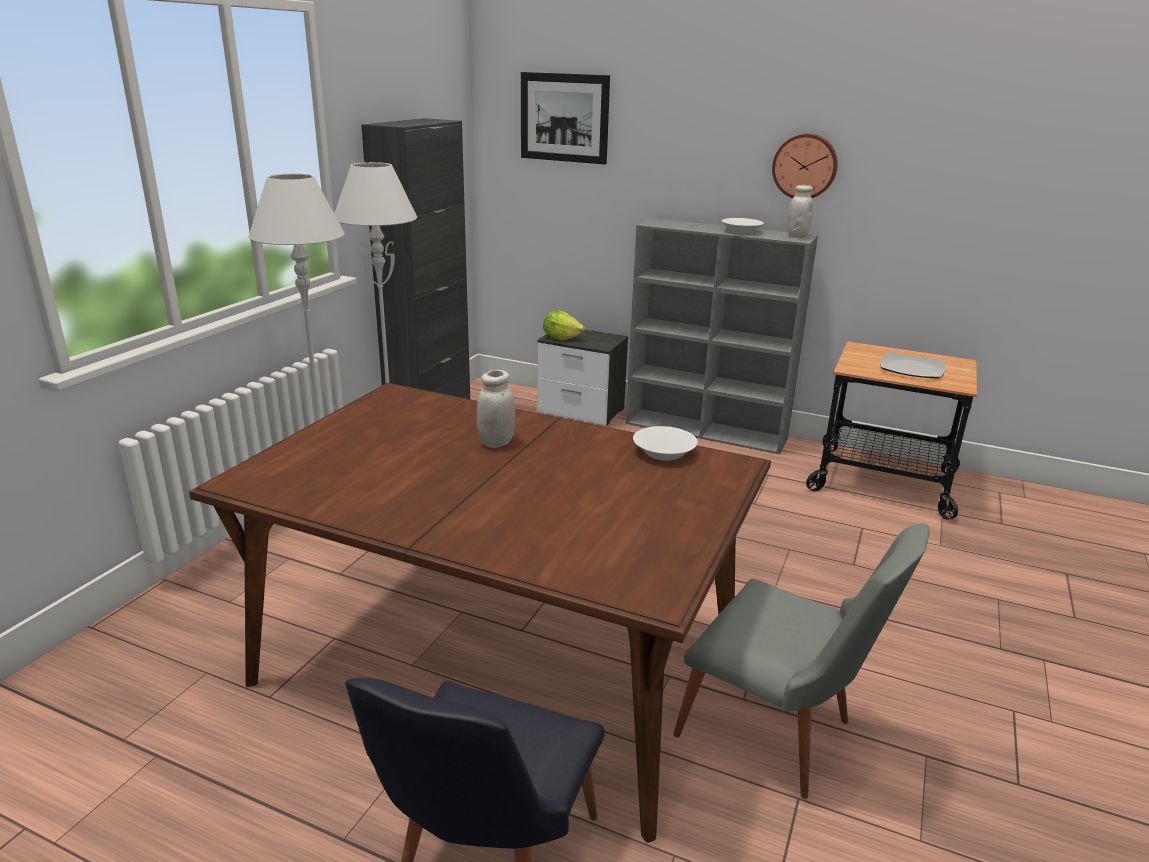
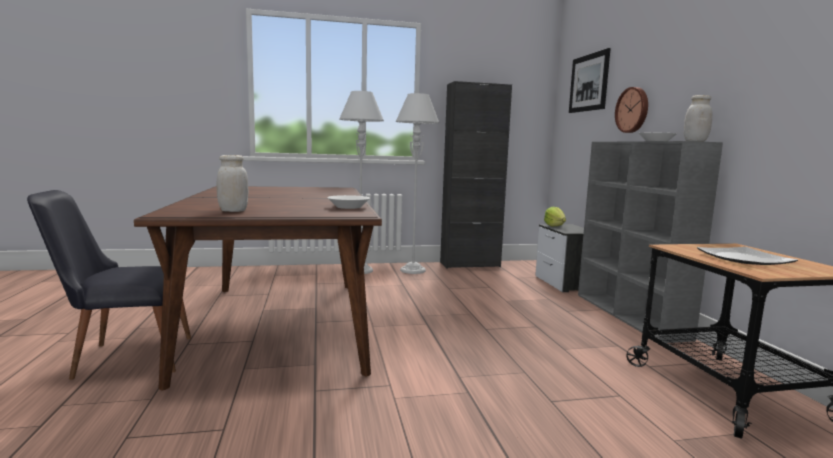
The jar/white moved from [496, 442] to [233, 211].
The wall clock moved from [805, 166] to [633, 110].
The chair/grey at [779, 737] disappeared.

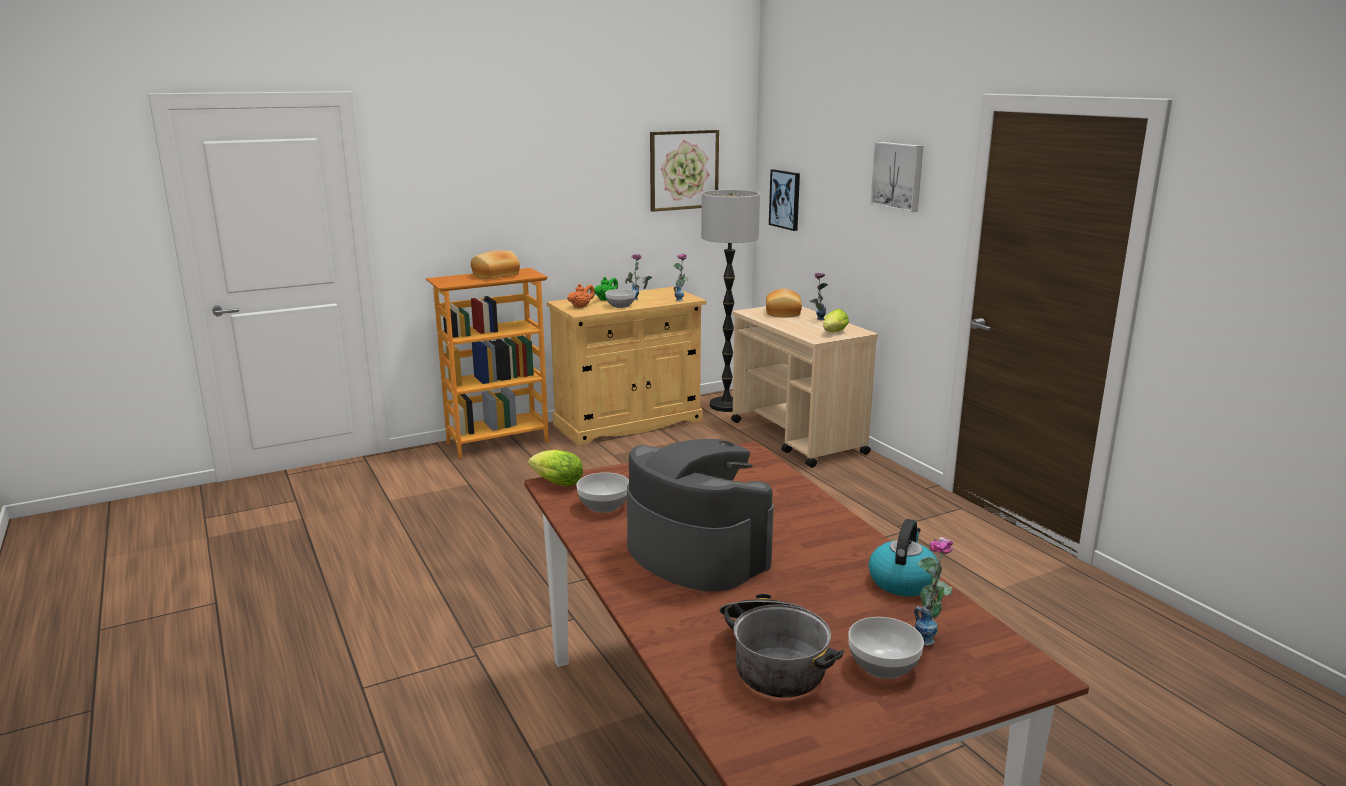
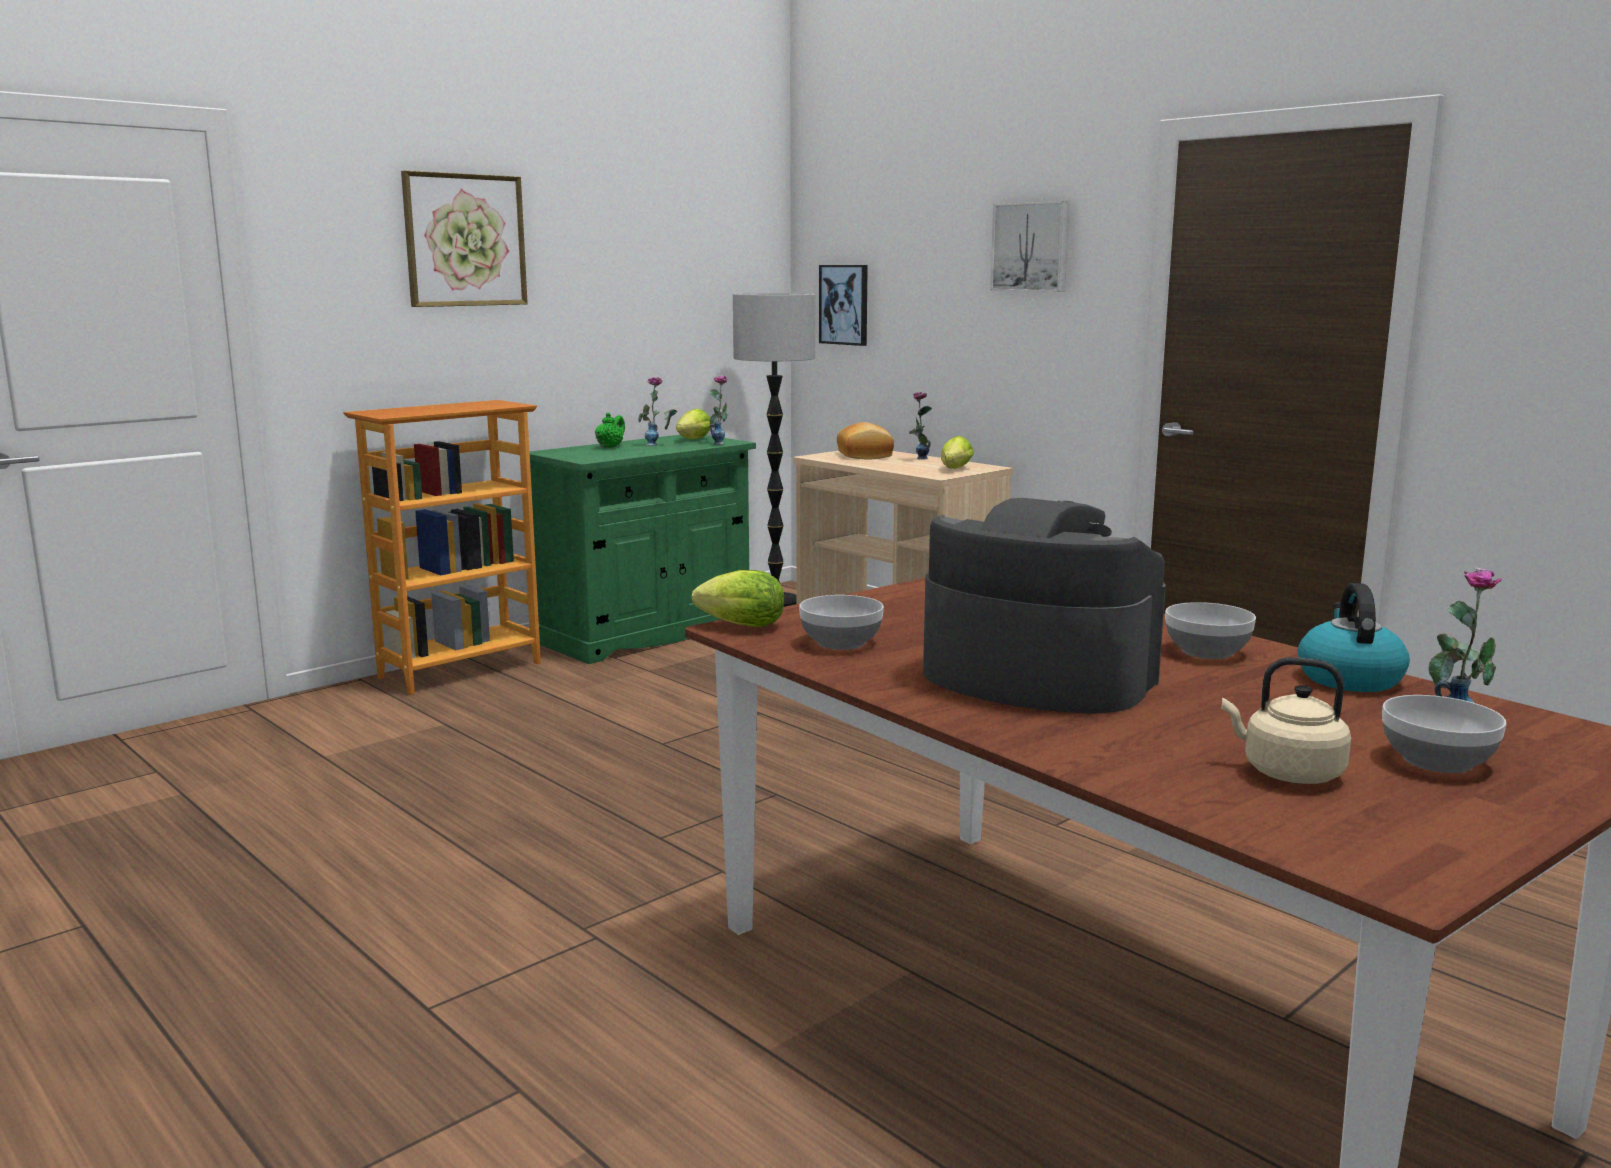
The picture moved from [683, 170] to [465, 240].
The cabinet/beige at [628, 422] became the cabinet/green at [647, 632].
The lettuce at [692, 440] appeared.
The bowl moved from [620, 306] to [1206, 652].
The cooking pot at [774, 661] was replaced by the kettle/beige at [1287, 773].
The bread at [496, 275] disappeared.
The teapot/orange at [581, 307] disappeared.

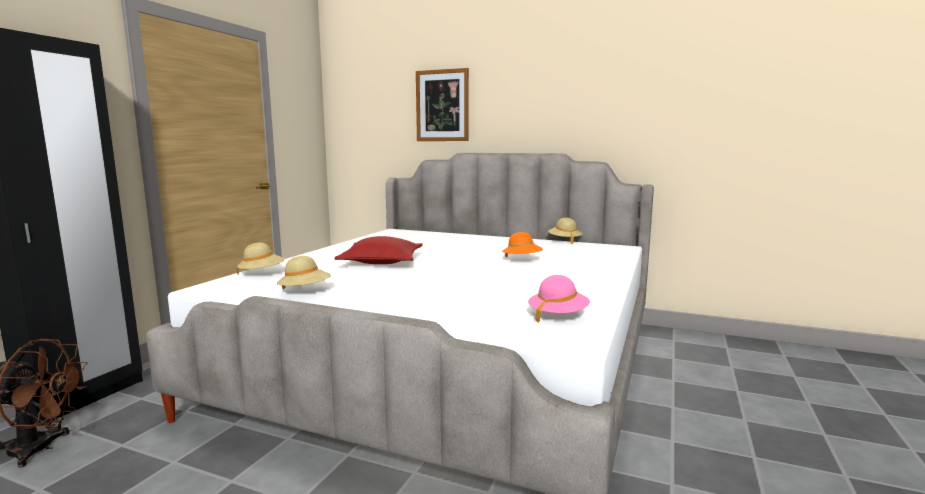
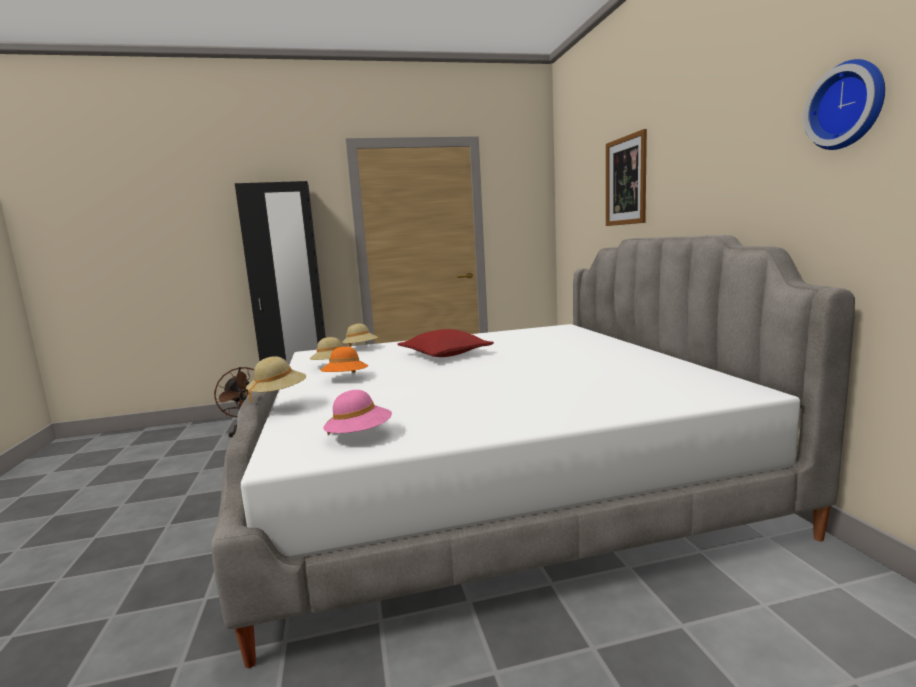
The hat/beige moved from [564, 241] to [278, 395].
The hat/orange moved from [522, 260] to [346, 379].
The wall clock at [848, 106] appeared.

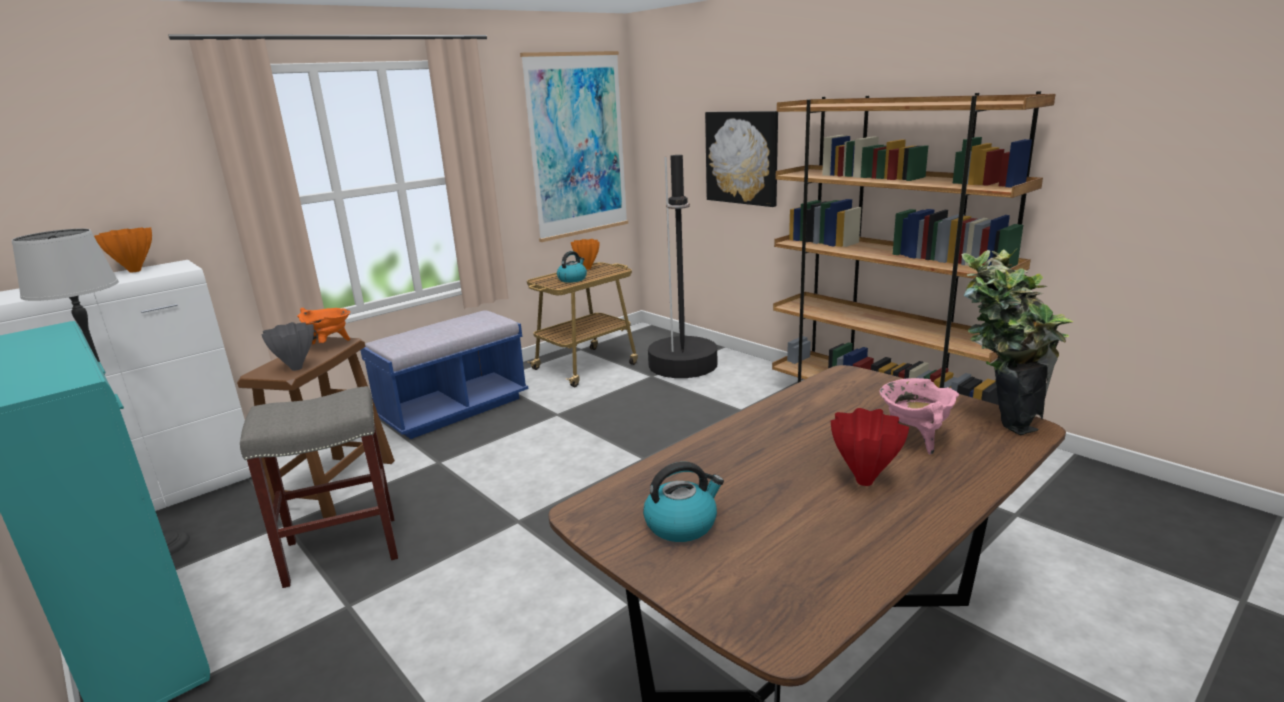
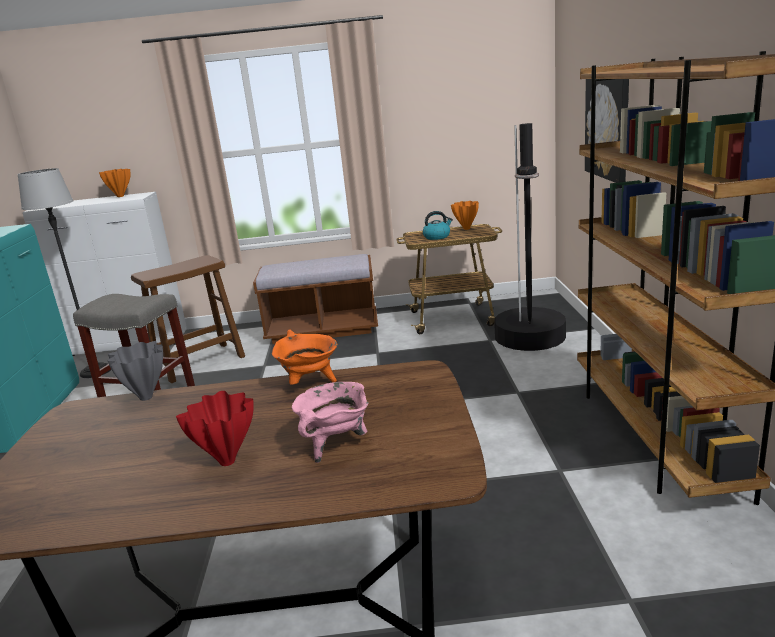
The vase/grey moved from [297, 368] to [147, 397].
The bench/blue at [454, 409] became the bench/brown at [323, 330].
The cooking pot/orange moved from [329, 345] to [310, 384].
The picture at [577, 146] disappeared.
The kettle at [682, 524] disappeared.
The potted plant at [996, 418] disappeared.

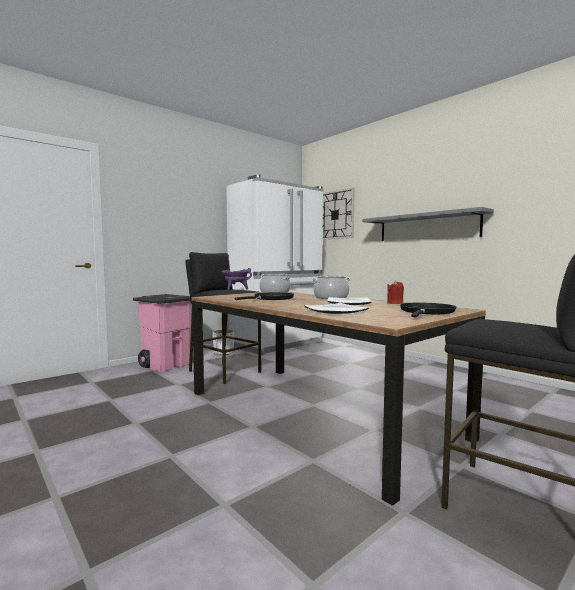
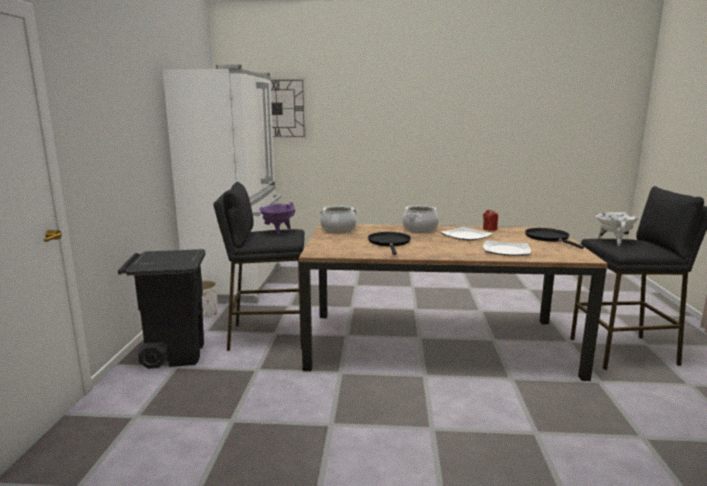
The trash can/pink at [166, 365] became the trash can/black at [174, 354].
The cooking pot/white at [613, 241] appeared.
The shelf/grey at [427, 227] disappeared.

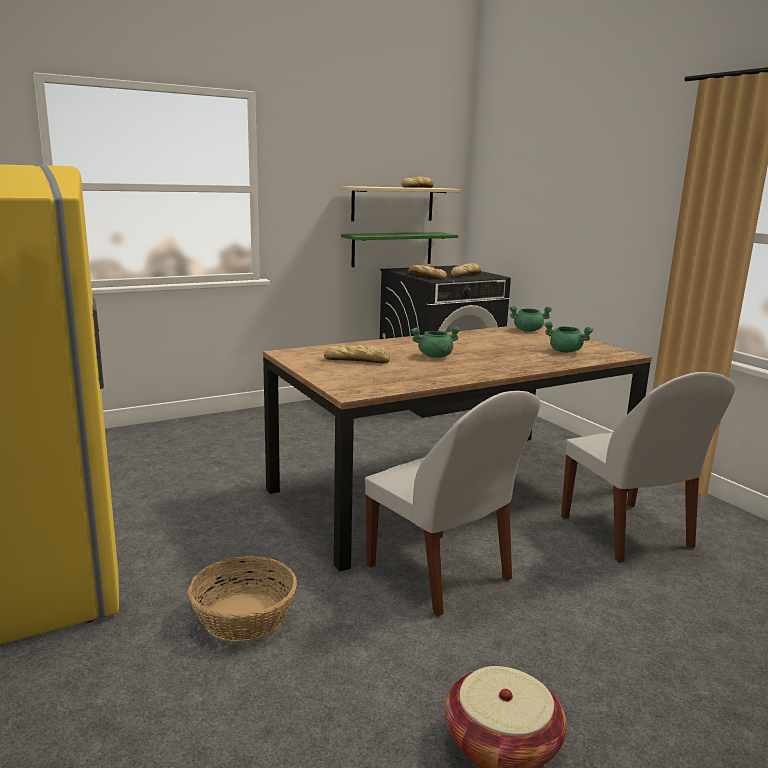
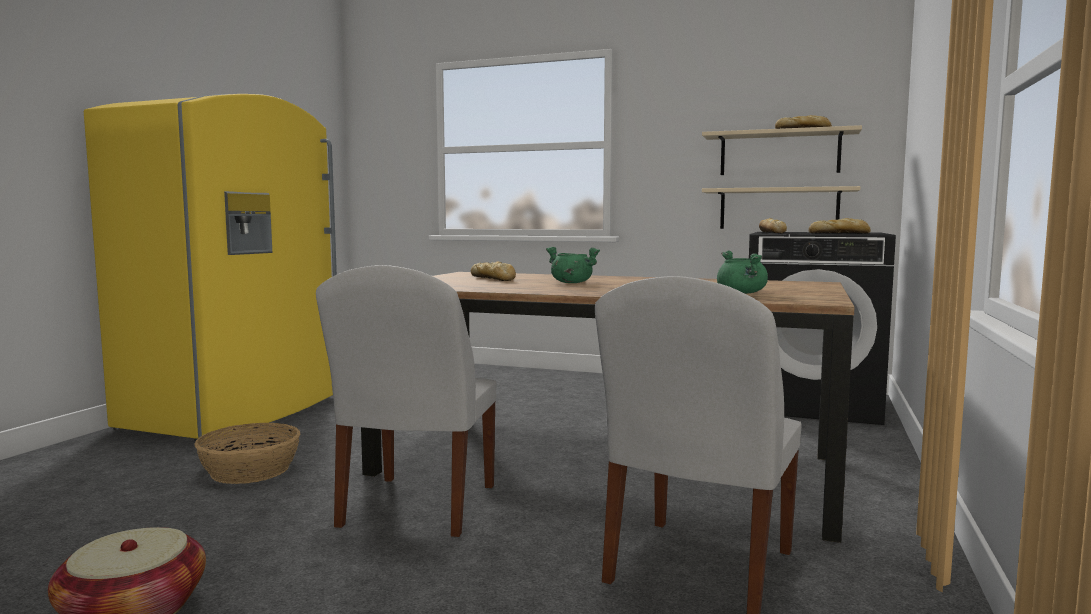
The shelf/green at [392, 249] became the shelf/beige at [778, 208].
The cooking pot/green at [528, 330] disappeared.

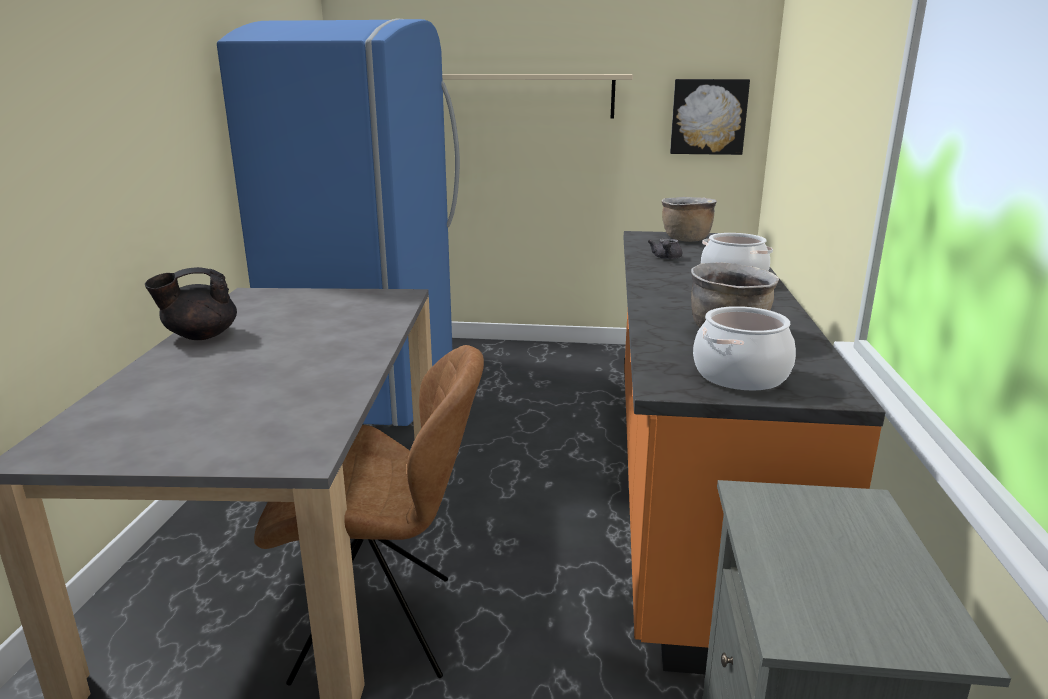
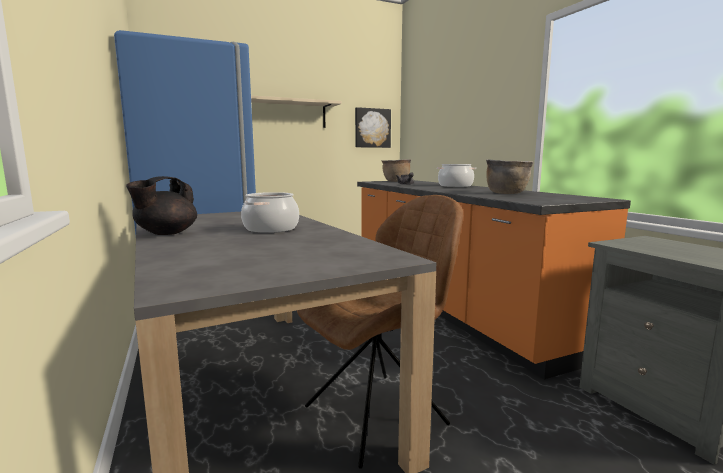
The cooking pot moved from [740, 375] to [271, 229].

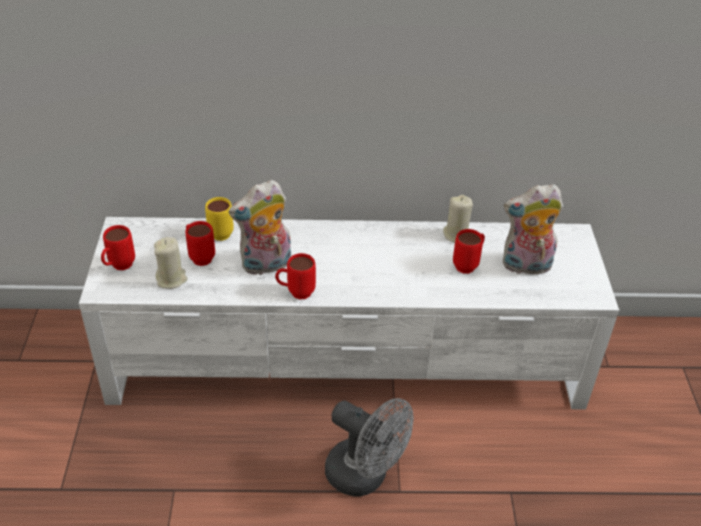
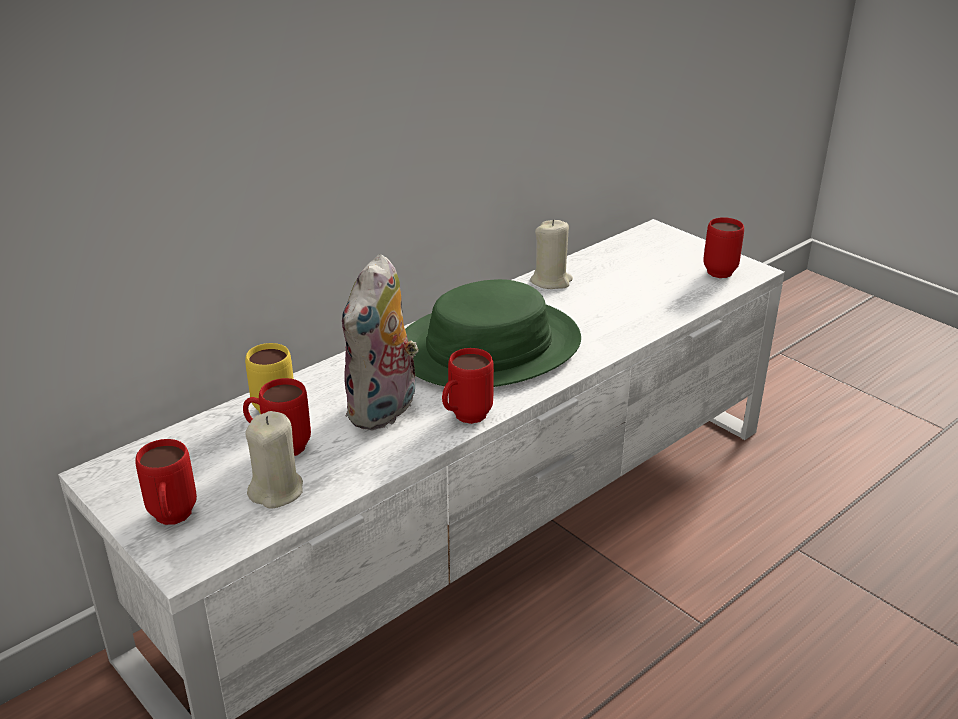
The hat/green at [489, 347] appeared.
The mug/red moved from [468, 265] to [719, 269].
The fan/grey at [365, 476] disappeared.
The plush toy at [525, 266] disappeared.

